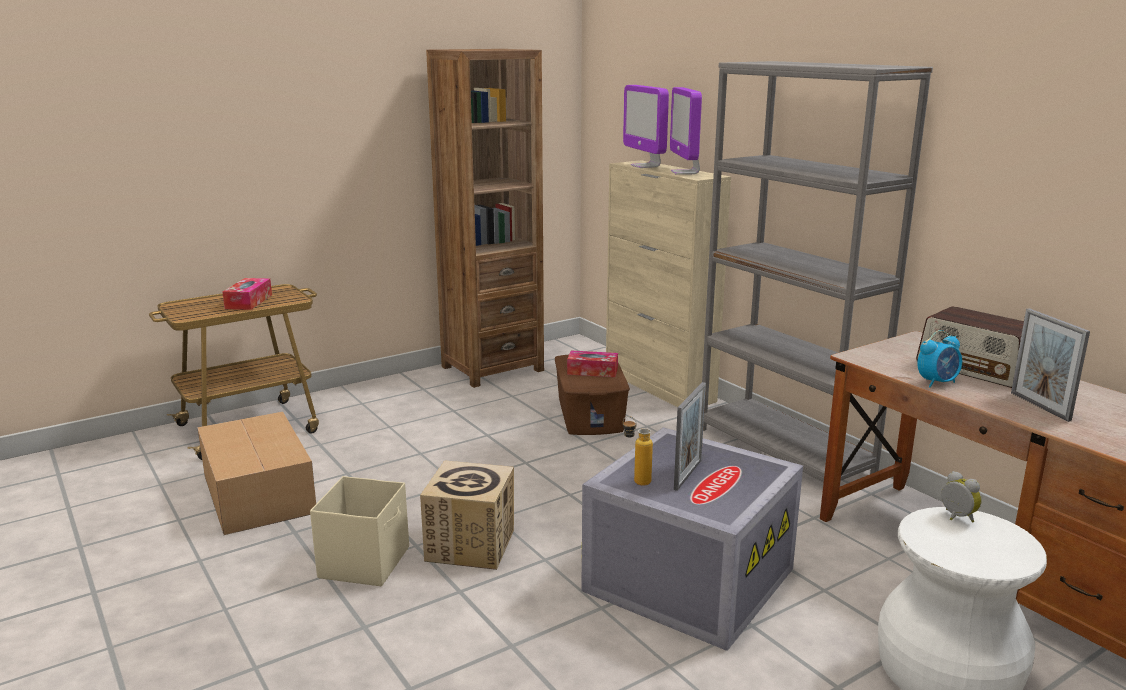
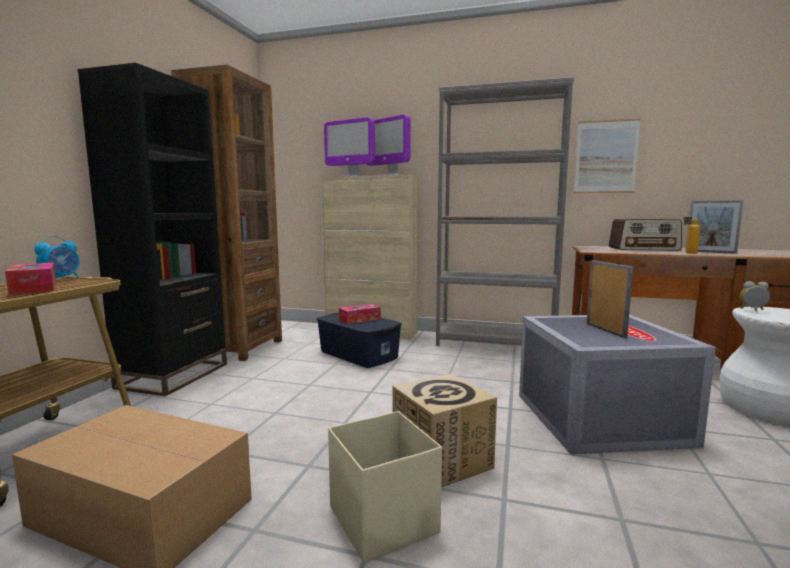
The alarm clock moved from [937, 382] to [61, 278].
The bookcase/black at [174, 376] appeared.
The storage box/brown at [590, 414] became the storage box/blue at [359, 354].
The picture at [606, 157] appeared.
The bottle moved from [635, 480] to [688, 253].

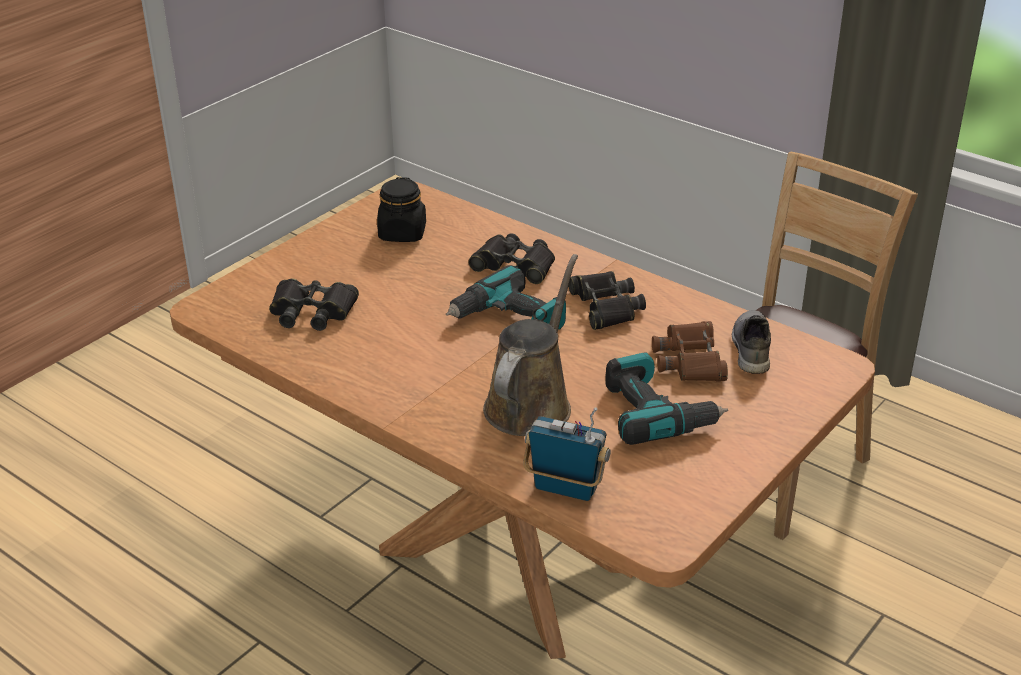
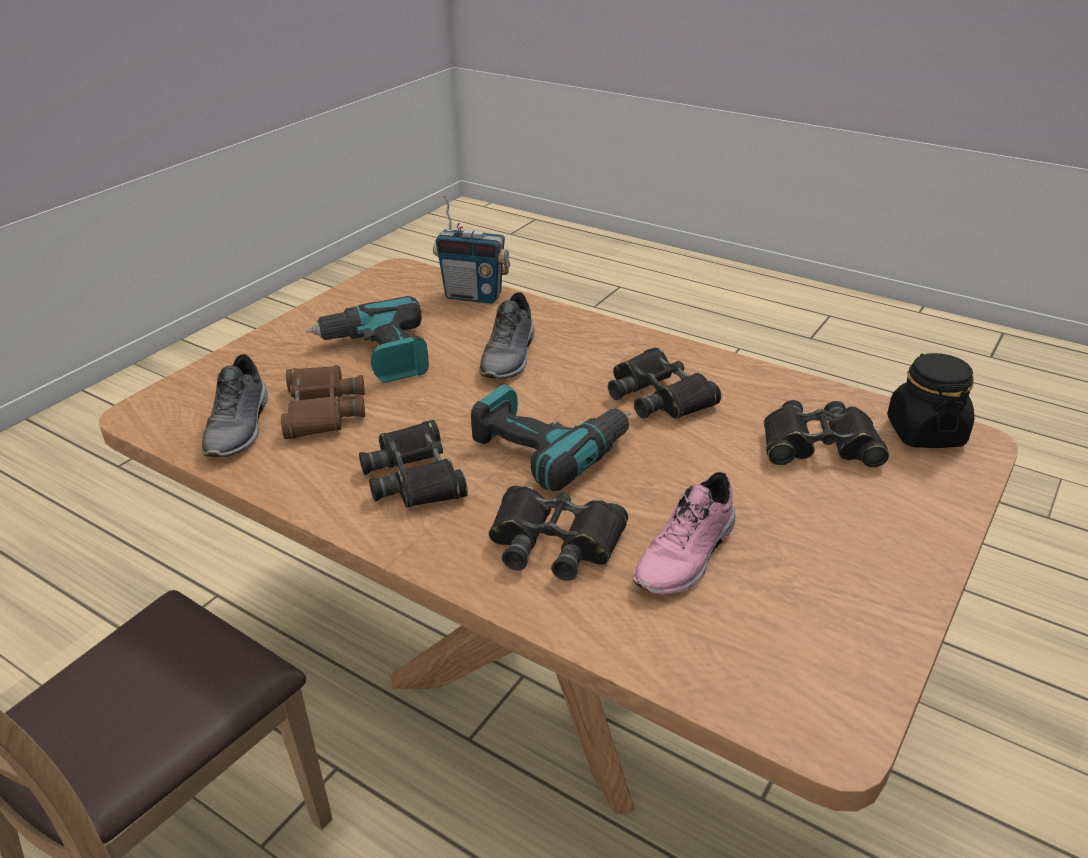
The watering can/brown at [531, 403] was replaced by the shoe/grey at [510, 357].
The binoculars/black at [659, 395] appeared.
The shoe/pink at [688, 556] appeared.
The jar/black moved from [402, 233] to [924, 432].

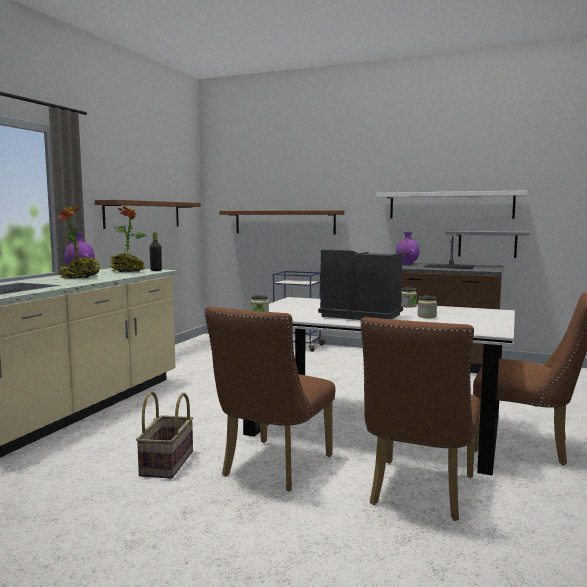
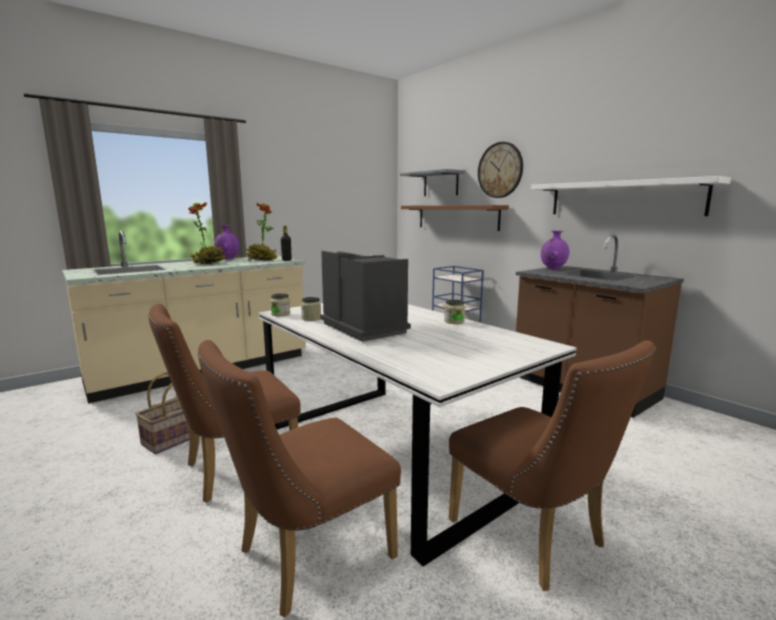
The jar moved from [427, 316] to [311, 318].
The shelf/grey moved from [487, 244] to [440, 184].
The wall clock at [500, 170] appeared.
The shelf/brown at [143, 214] disappeared.

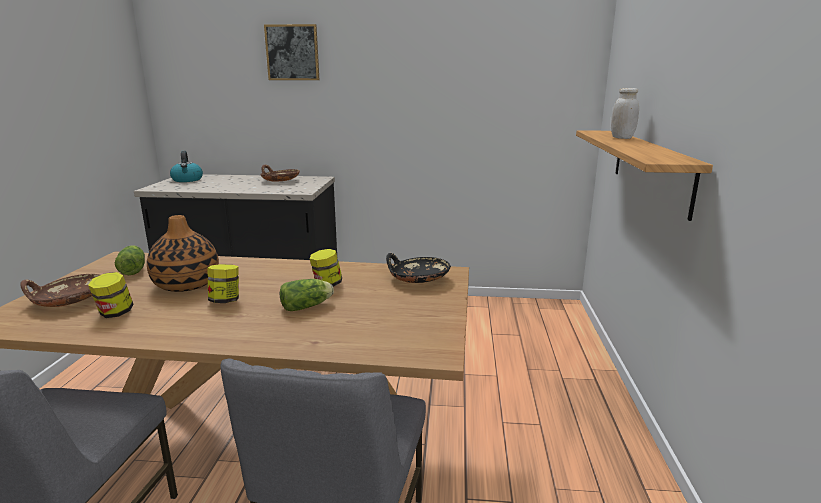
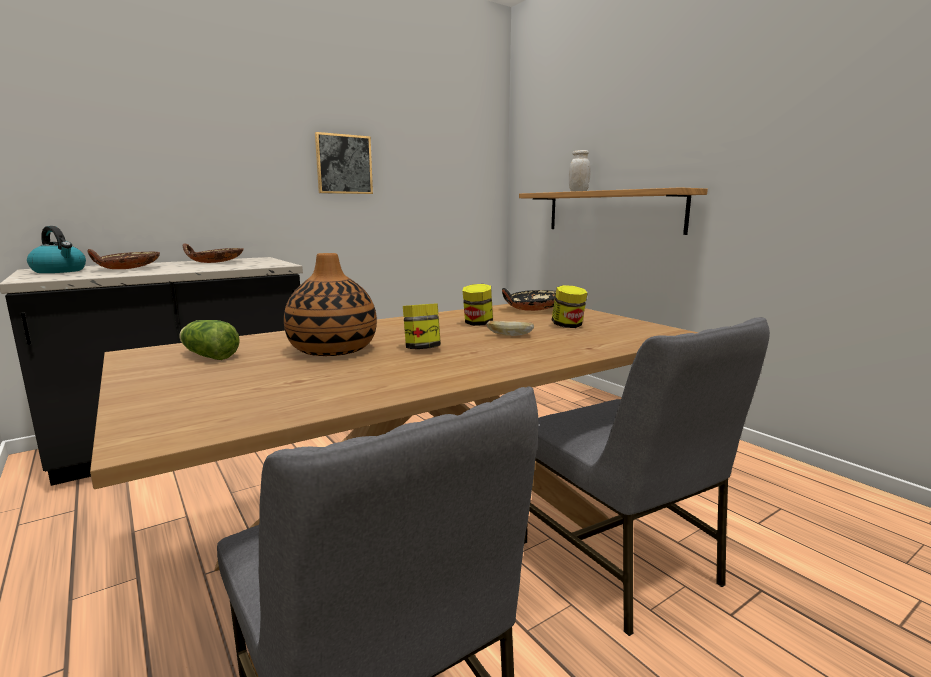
The bowl/brown moved from [69, 300] to [128, 268].
The picture moved from [292, 52] to [344, 164].
The lettuce at [308, 306] was replaced by the bread at [509, 335].
The jar moved from [115, 313] to [568, 326].

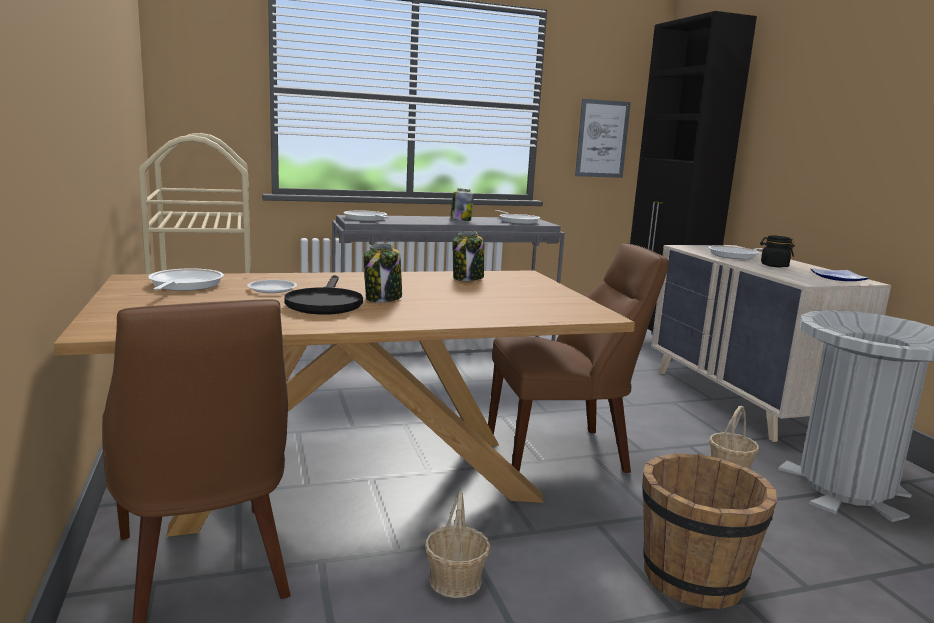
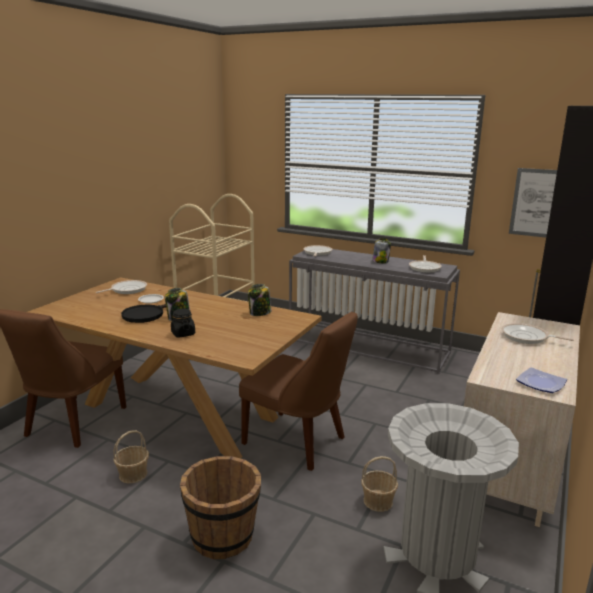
The jar/black moved from [774, 265] to [183, 334].

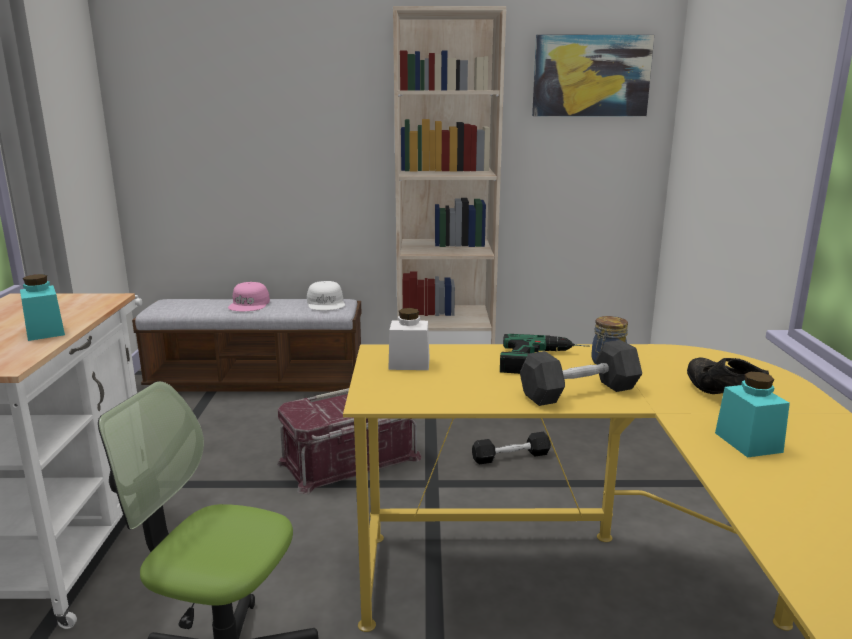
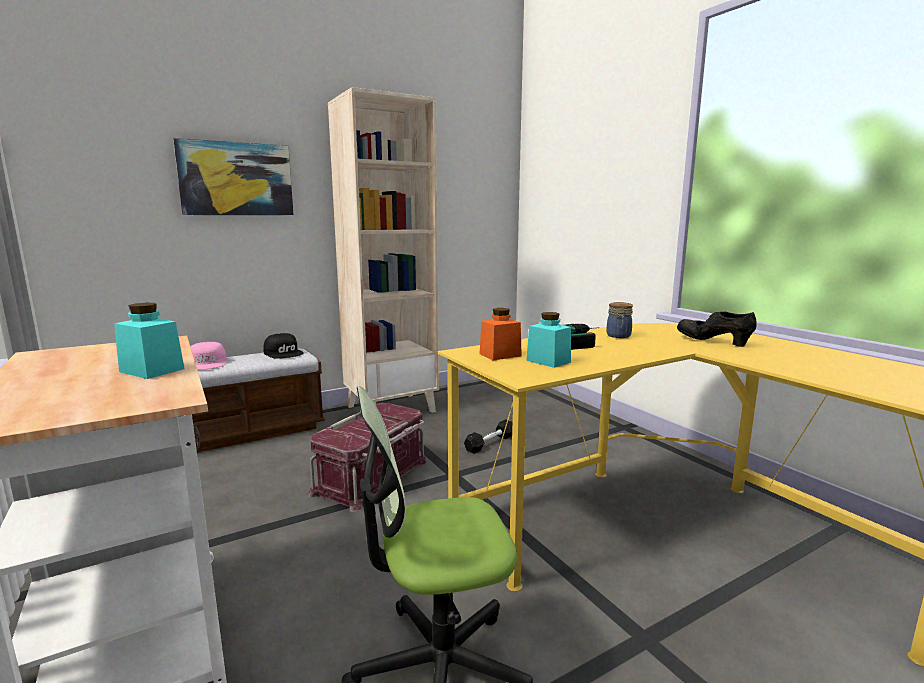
The picture moved from [591, 76] to [236, 179].
The cap/white at [326, 303] became the cap/black at [284, 353].
The jar/white at [409, 363] became the jar/orange at [500, 355].
The jar/turquoise moved from [748, 442] to [548, 361].
The dumbbell/black at [579, 392] disappeared.

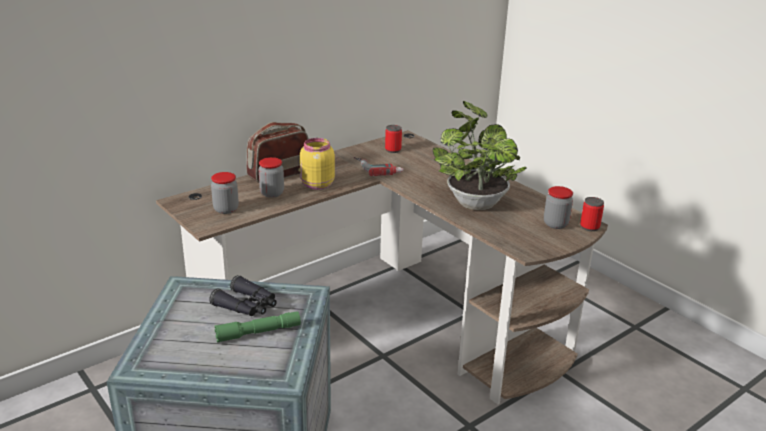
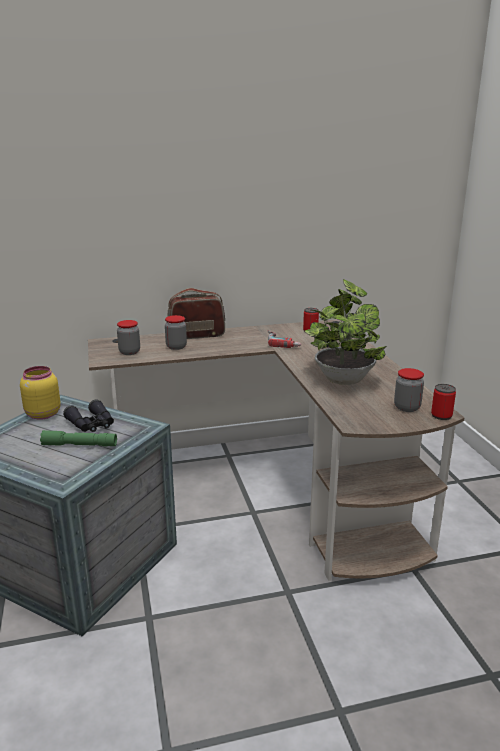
The jar/yellow moved from [316, 185] to [42, 414].

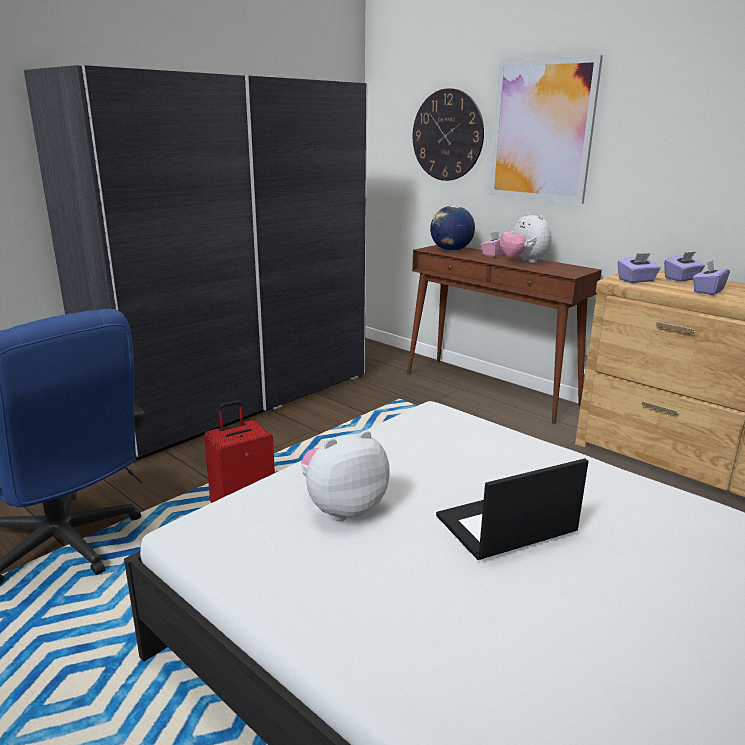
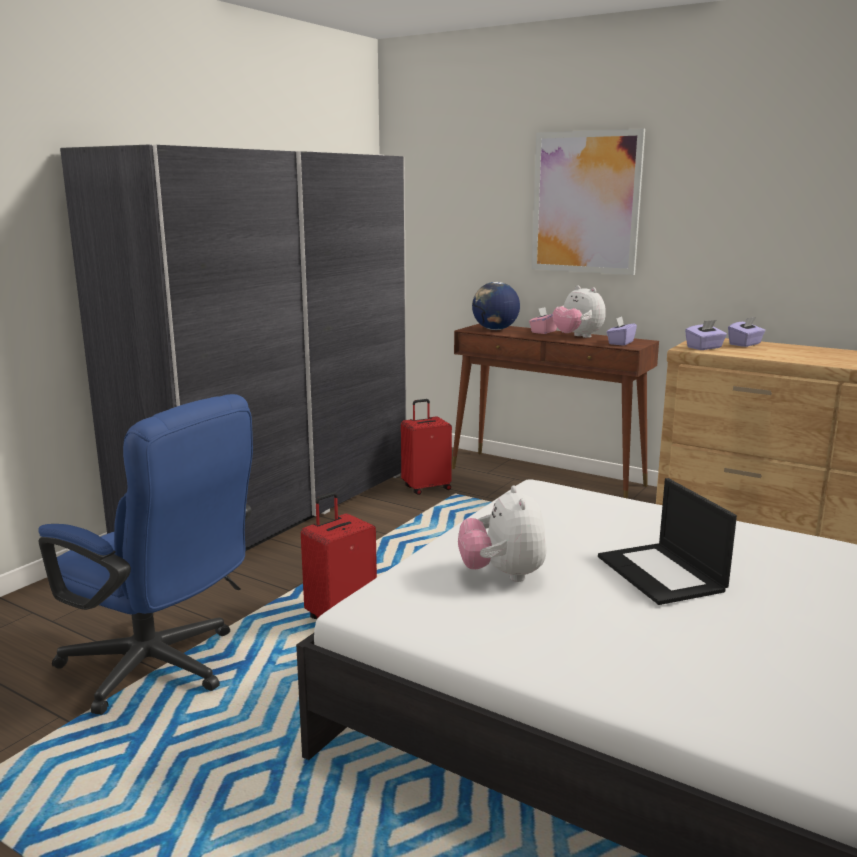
The suitcase/red at [426, 488] appeared.
The plush toy at [343, 508] turned 60 degrees counterclockwise.
The laptop at [505, 526] turned 75 degrees counterclockwise.
The tissue box/purple moved from [707, 291] to [620, 343].
The wall clock at [447, 135] disappeared.

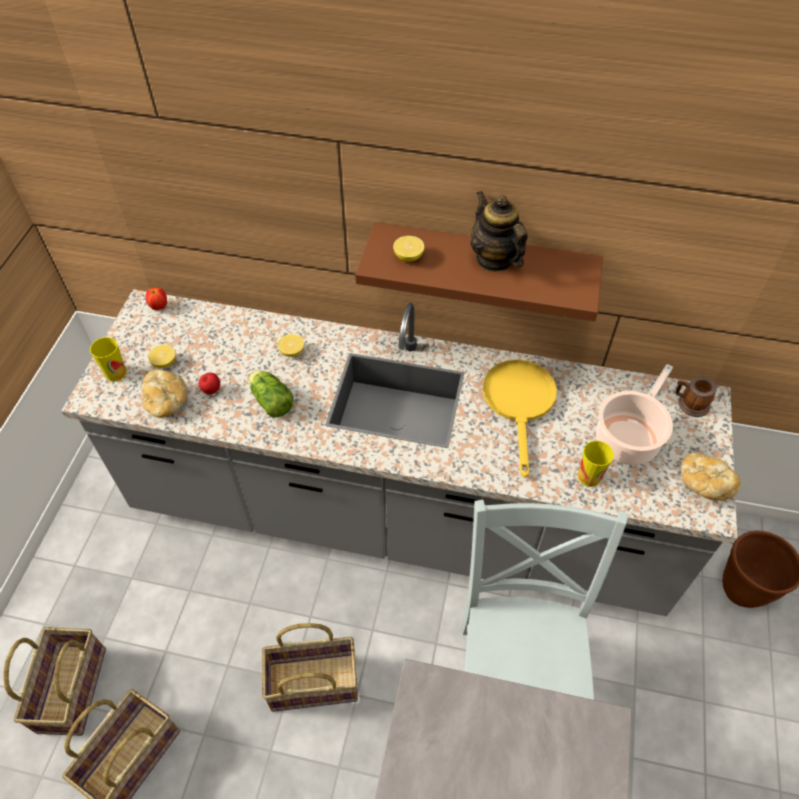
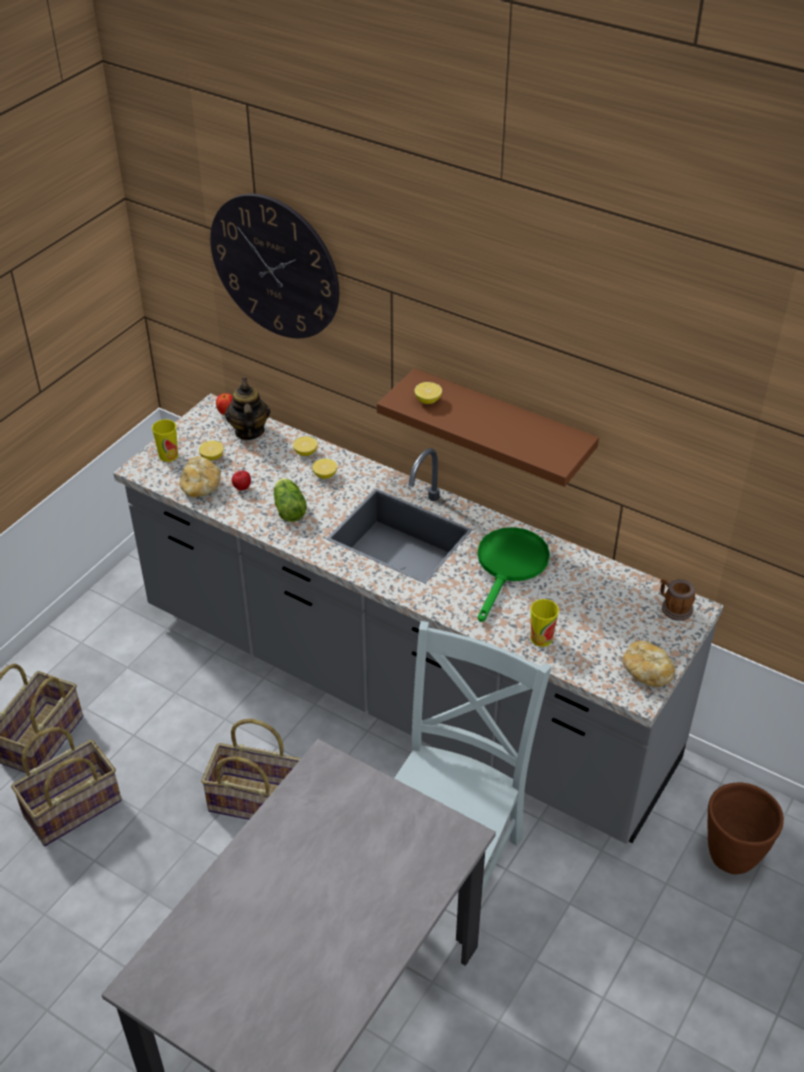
The wall clock at [275, 267] appeared.
The teapot moved from [494, 259] to [249, 431].
The lemon at [305, 453] appeared.
The frying pan/yellow at [519, 403] became the frying pan/green at [509, 566].
The cooking pot at [628, 437] disappeared.

